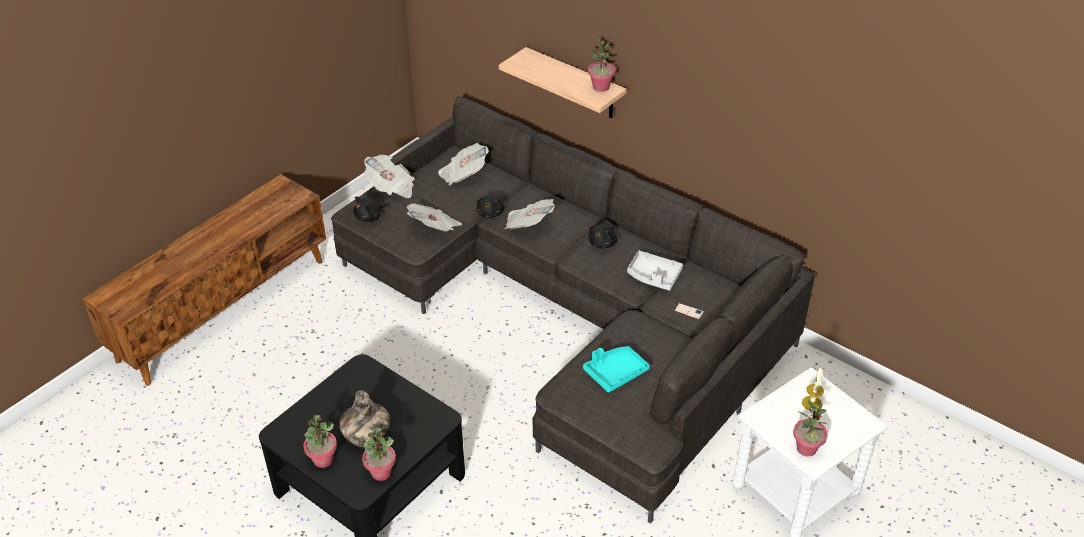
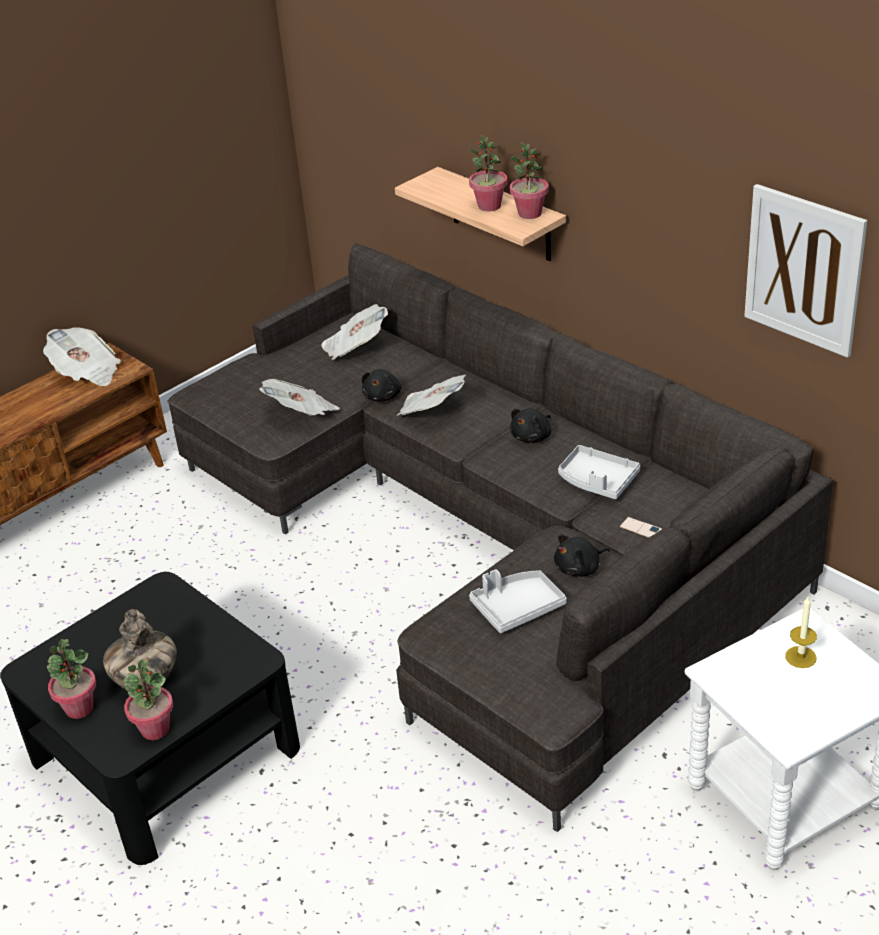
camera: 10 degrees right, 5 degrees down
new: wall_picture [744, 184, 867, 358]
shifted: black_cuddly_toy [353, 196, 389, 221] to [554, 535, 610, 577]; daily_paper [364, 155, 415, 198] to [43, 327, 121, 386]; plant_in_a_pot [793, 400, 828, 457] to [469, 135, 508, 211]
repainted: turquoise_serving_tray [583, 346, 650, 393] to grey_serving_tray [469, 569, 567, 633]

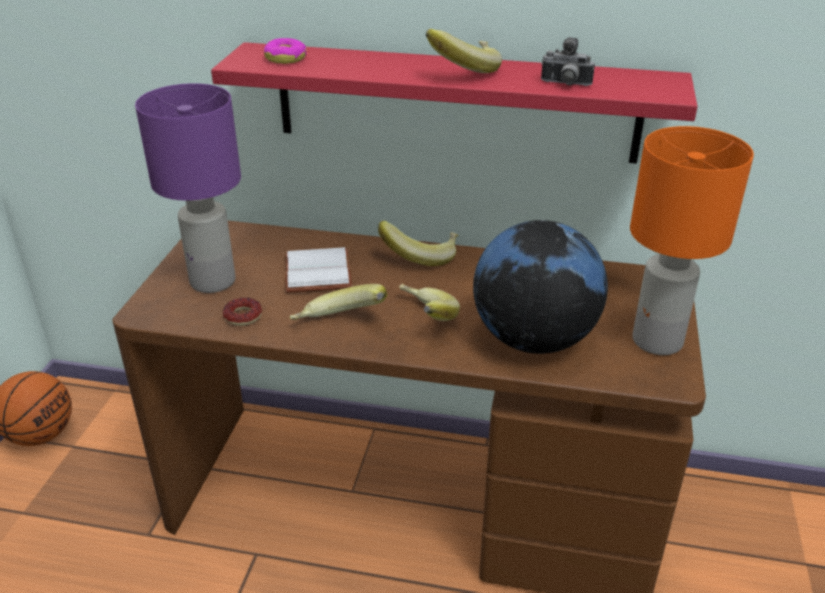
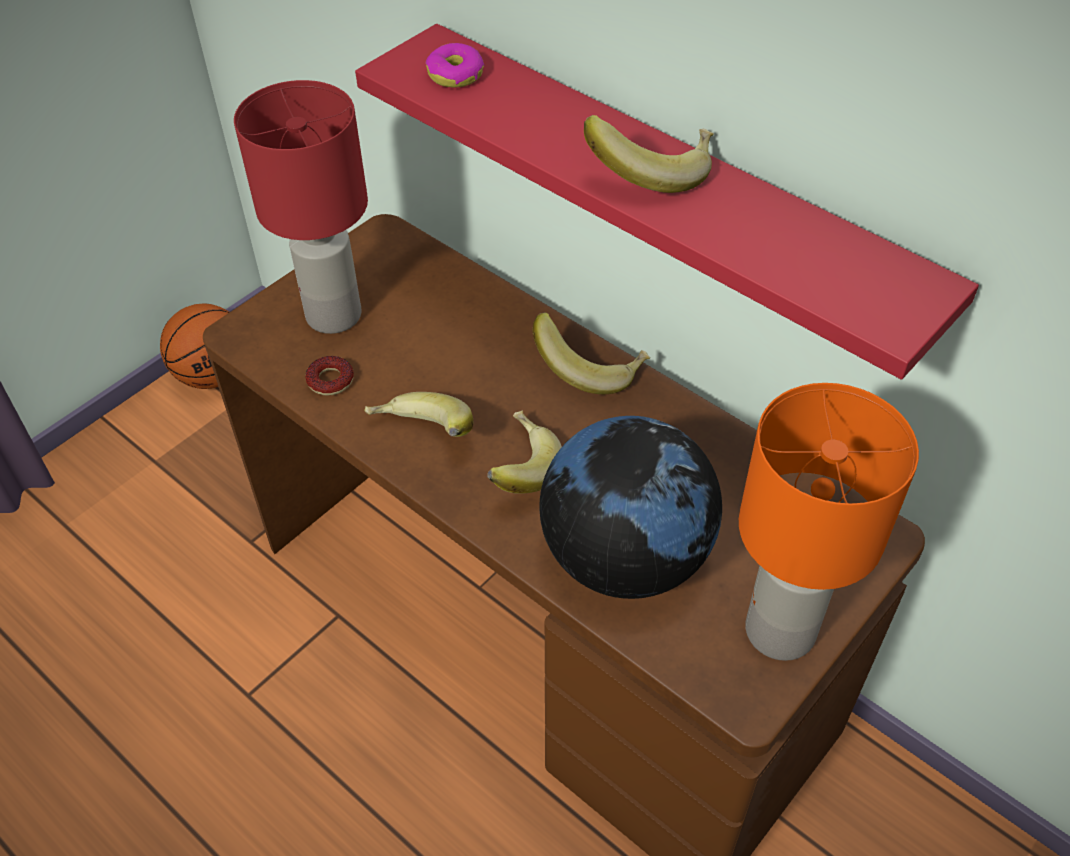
camera: 30 degrees right, 15 degrees up
gone: whitish_bound_book [286, 247, 352, 293]; still_camera [541, 37, 595, 86]
repainted: purplish_lamp_for_a_table [135, 83, 241, 293] to red-coloured_lamp_for_a_table [234, 80, 368, 334]

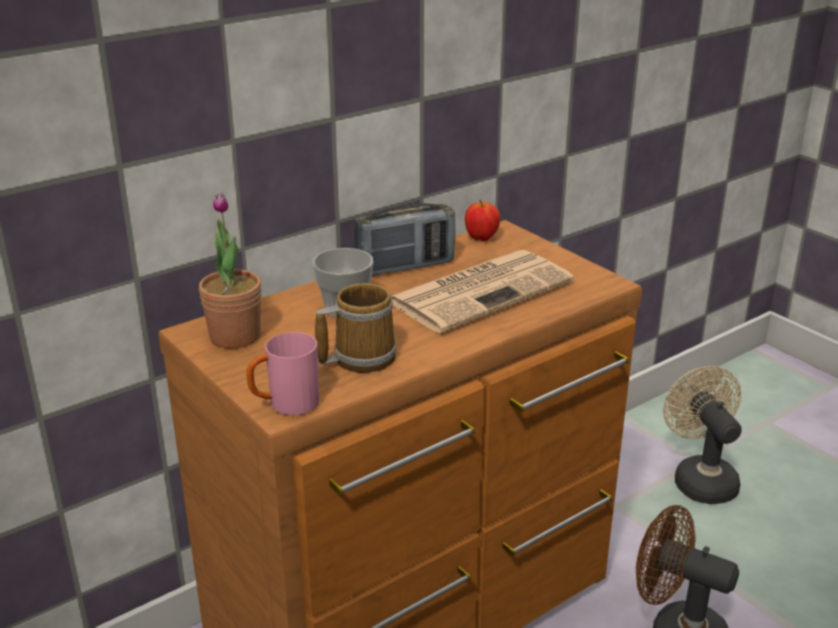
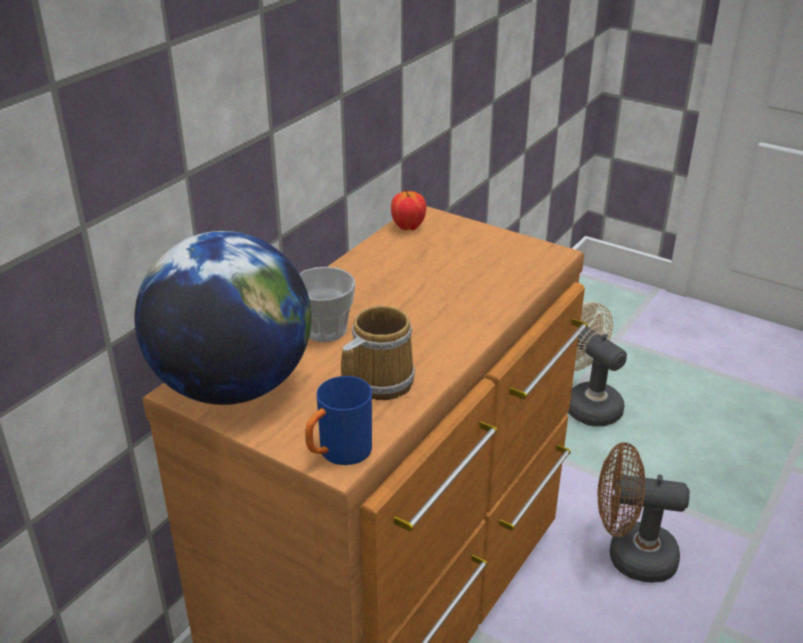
camera: 20 degrees left, 5 degrees up
gone: radio [354, 203, 455, 276]; daily_paper [391, 250, 574, 333]
swapped: plant_in_a_pot [199, 193, 262, 348] to desk_globe [134, 231, 311, 405]
repainted: pink_coffee_mug [246, 332, 320, 415] to blue_coffee_mug [305, 376, 372, 465]

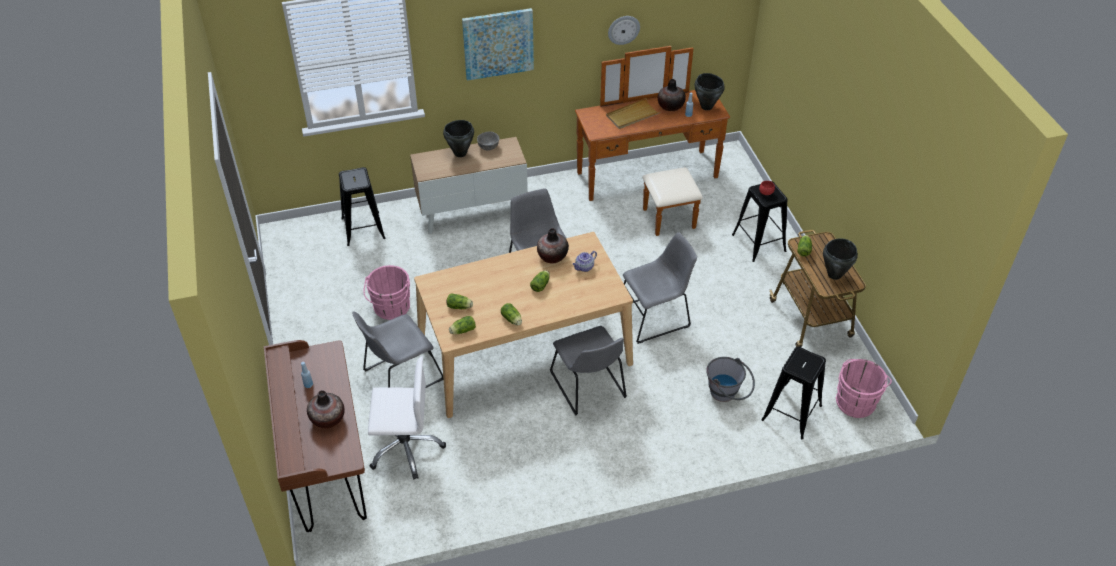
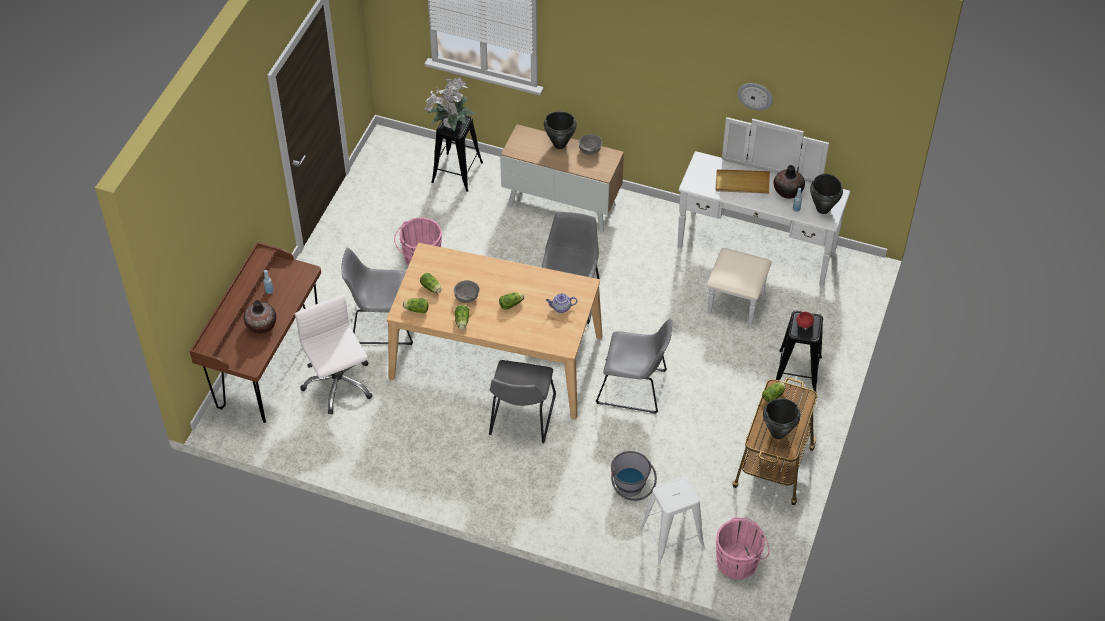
camera: 35 degrees right, 5 degrees up
gone: wall_picture [462, 8, 534, 81]; decorative_vase [537, 228, 569, 264]
new: plant_in_a_pot [424, 77, 477, 131]; grey_bowl [454, 280, 480, 303]
repainted: brown-coloured_dresser [575, 46, 730, 236] to whitish_dresser [677, 117, 850, 326]; black_stool [761, 347, 826, 439] to whitish_stool [639, 477, 705, 564]
rotated: whitish_desk_chair [368, 356, 446, 479] = [295, 294, 373, 414] 150 degrees counterclockwise

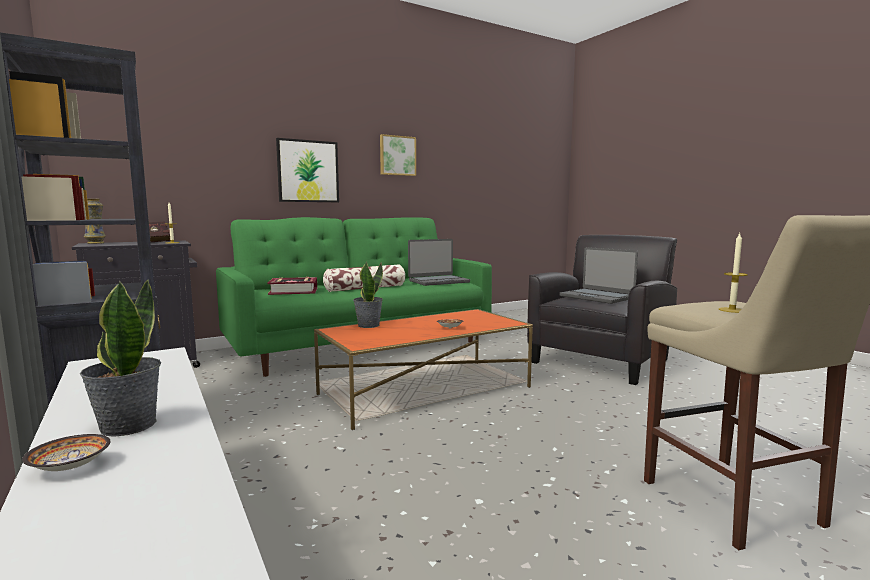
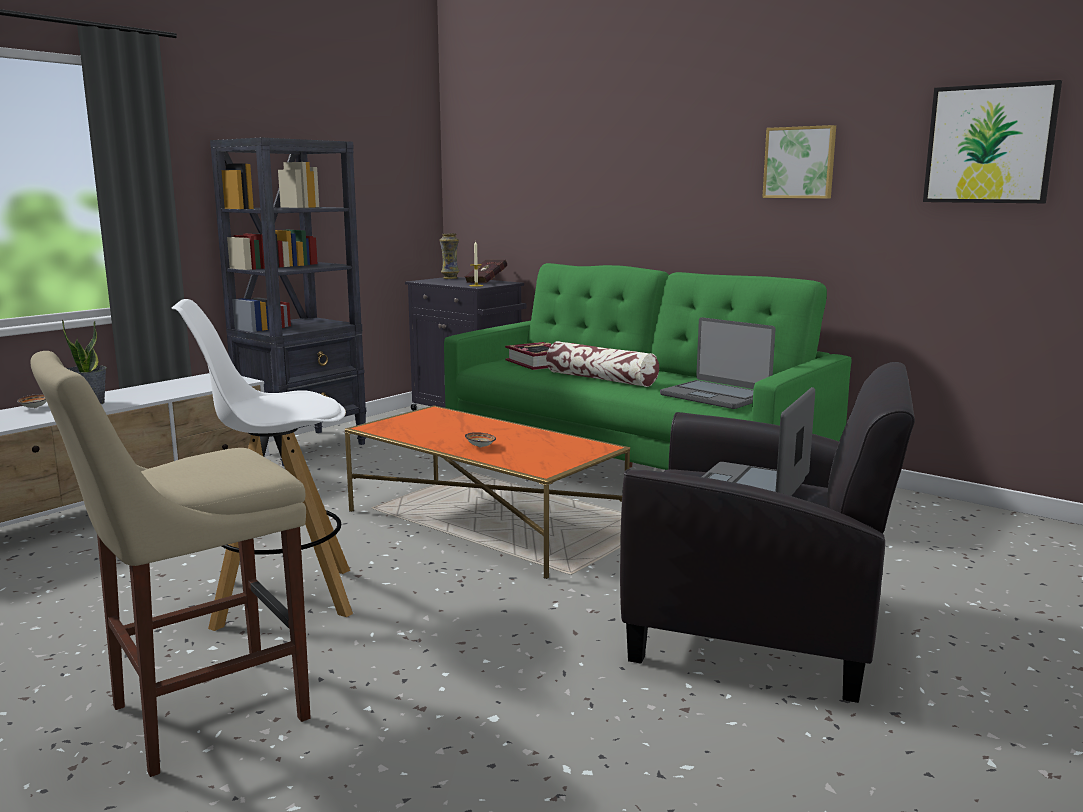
camera: 70 degrees right, 5 degrees up
gone: plant_in_a_pot [353, 262, 383, 328]; candle [719, 233, 748, 313]
new: whitish_stool [172, 299, 353, 631]
shifted: wall_picture [276, 138, 339, 202] to [923, 80, 1062, 203]

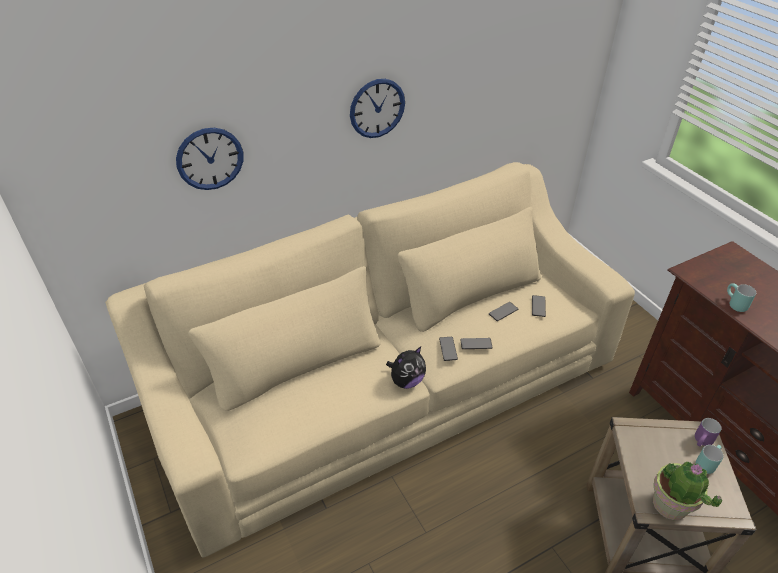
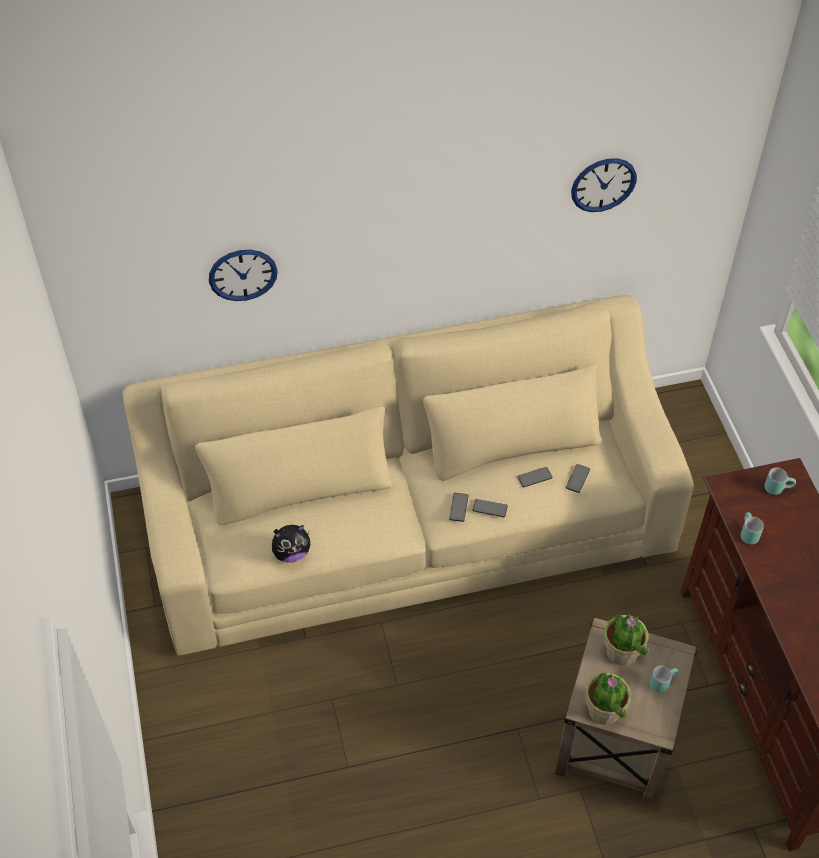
camera: 15 degrees right, 10 degrees up
gone: purplish_coffee_mug [695, 418, 721, 447]
new: plant_in_a_pot [603, 615, 649, 666]; turquoise_coffee_mug [765, 467, 796, 495]
shifted: wall_clock [350, 79, 405, 138] to [571, 158, 637, 212]; cuddly_toy [386, 347, 426, 389] to [272, 525, 310, 563]

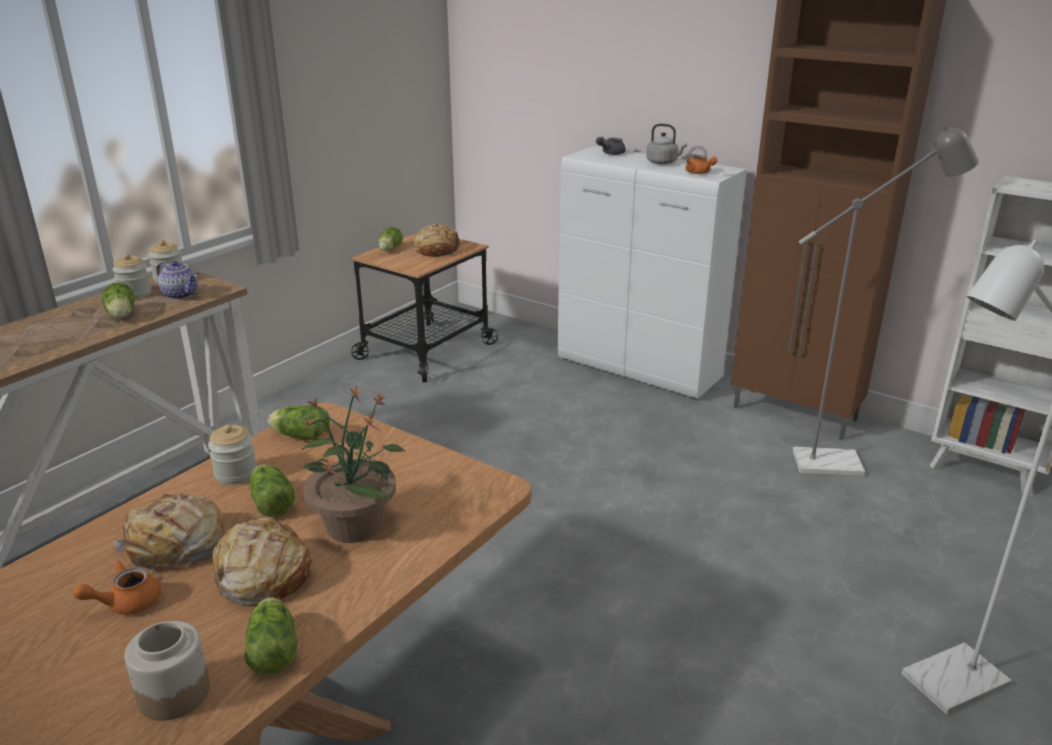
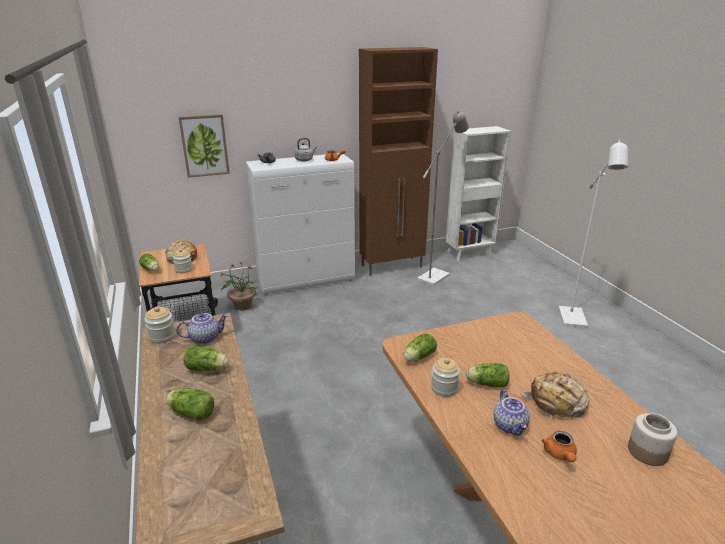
camera: 55 degrees left, 0 degrees up
new: wall_picture [178, 114, 230, 178]
shifted: storage_jar [112, 254, 151, 299] to [173, 249, 192, 273]; lettuce_head [244, 597, 297, 675] to [165, 388, 214, 421]; plant_in_a_pot [301, 386, 406, 543] to [220, 262, 257, 310]
swapped: bread [112, 493, 224, 572] to pot_for_tea [494, 390, 530, 436]

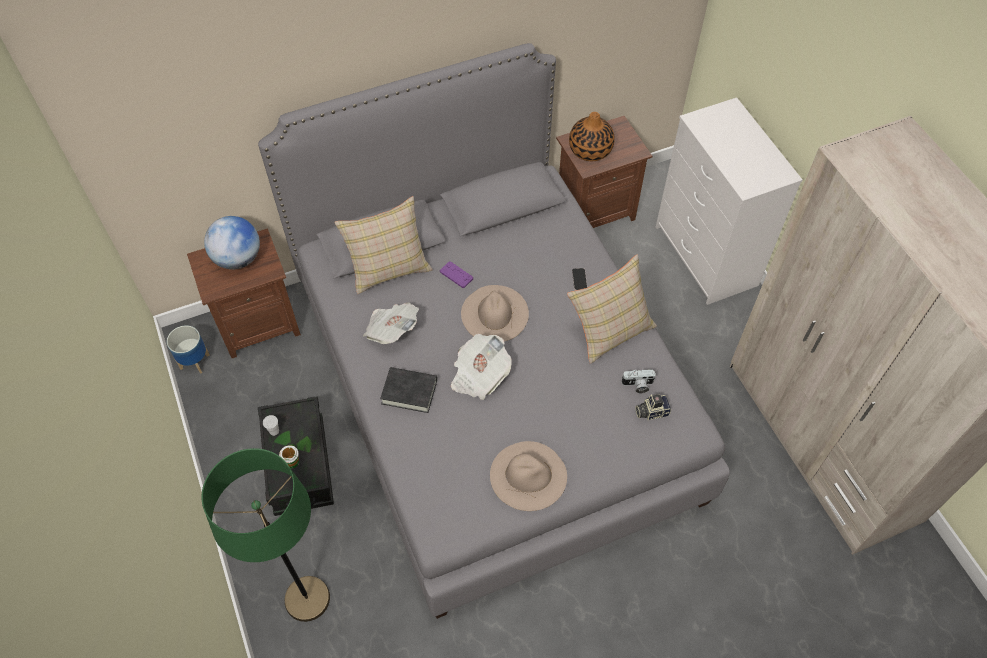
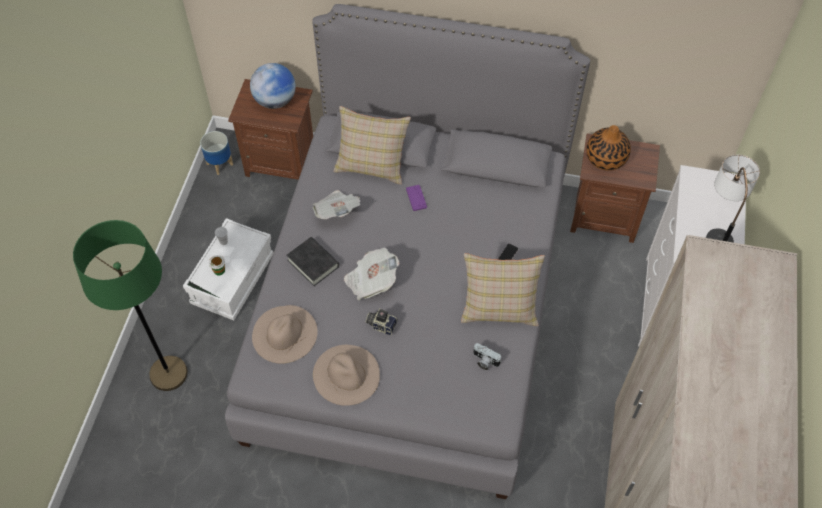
camera: 35 degrees right, 0 degrees up
new: lamp_for_a_table [706, 155, 760, 243]
shifted: beige-coloured_hat [461, 285, 529, 341] to [252, 305, 318, 364]; still_camera [635, 394, 671, 420] to [366, 308, 398, 335]
repainted: black_storage_container [258, 396, 334, 516] to whitish_storage_container [183, 218, 273, 320]

